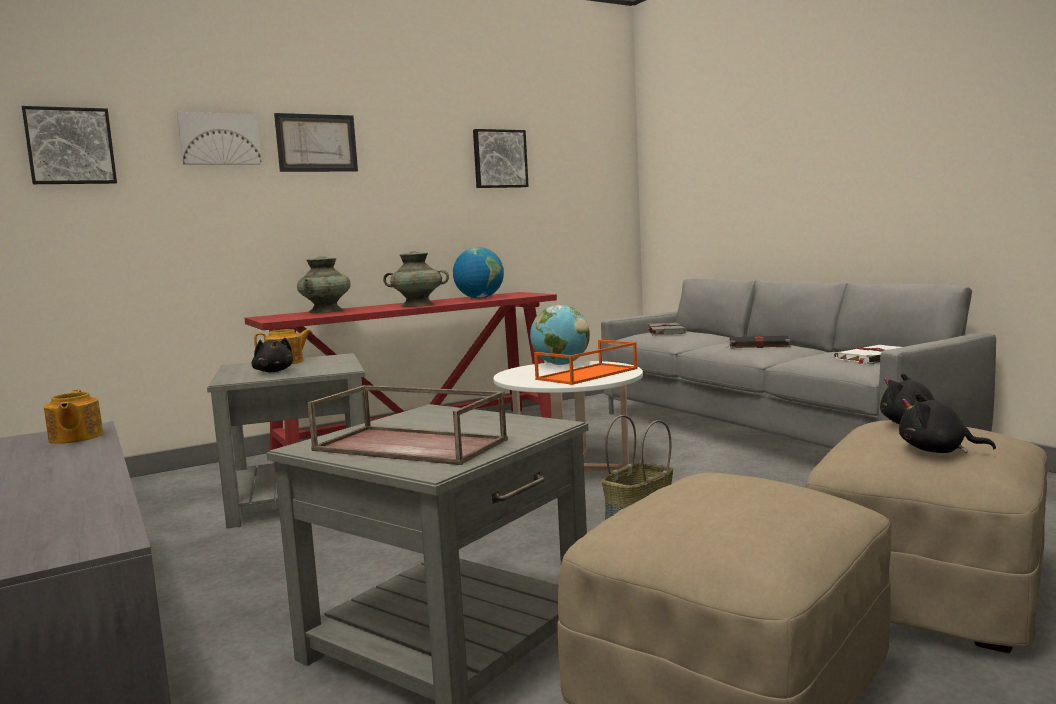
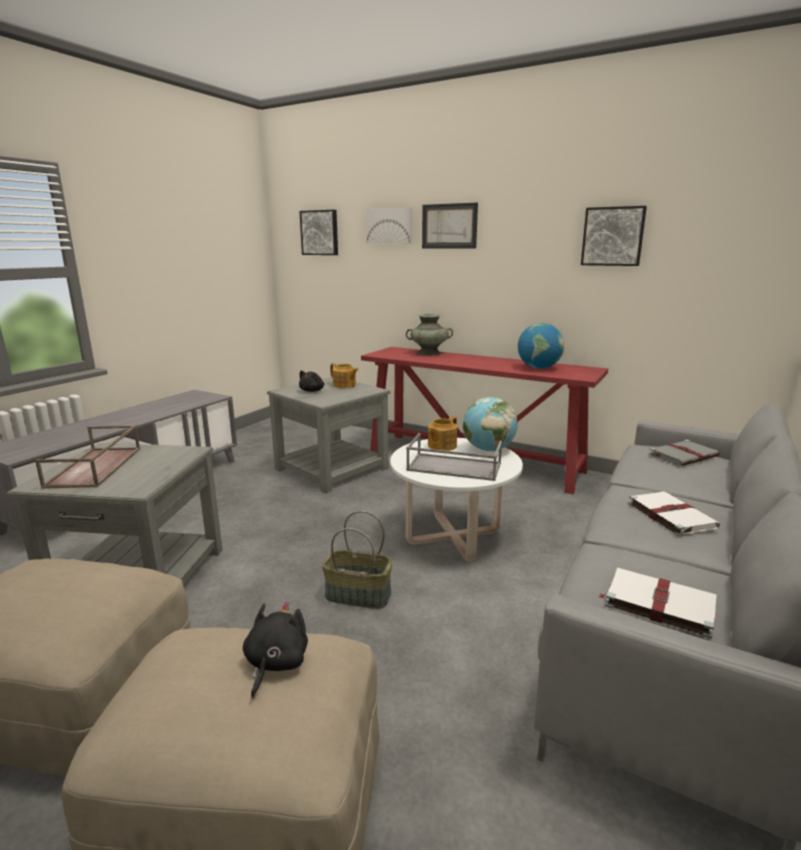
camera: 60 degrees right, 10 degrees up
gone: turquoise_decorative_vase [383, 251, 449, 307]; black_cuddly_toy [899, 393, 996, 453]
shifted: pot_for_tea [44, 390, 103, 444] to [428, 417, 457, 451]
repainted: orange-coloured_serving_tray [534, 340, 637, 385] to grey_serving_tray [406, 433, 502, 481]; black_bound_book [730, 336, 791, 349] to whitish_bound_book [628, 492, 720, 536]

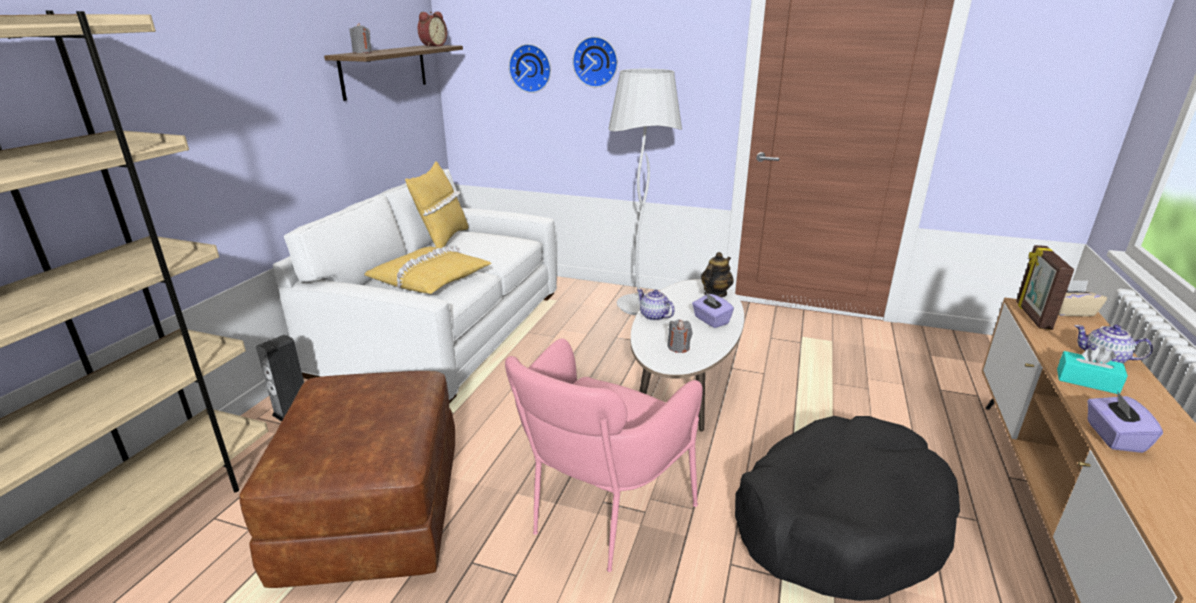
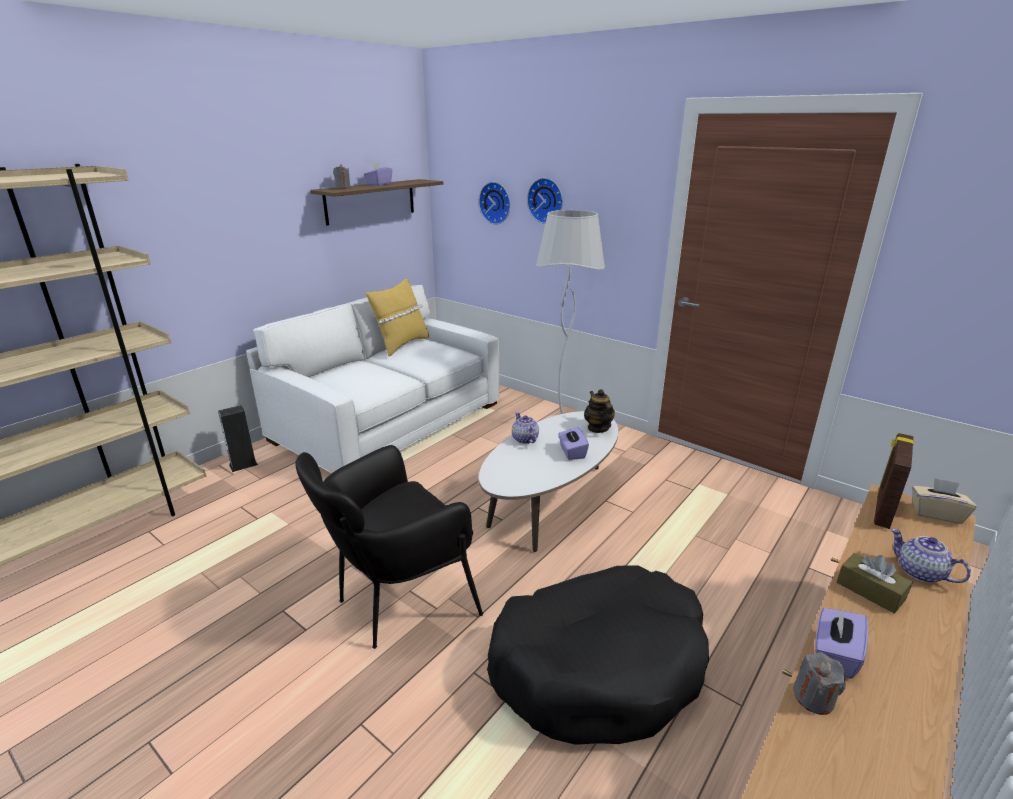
camera: 20 degrees right, 0 degrees up
gone: brown-coloured_pouffe [239, 371, 455, 588]; yellowish_cushion [364, 245, 492, 294]; alarm_clock [418, 12, 447, 47]
new: purplish_tissue_holder [364, 162, 392, 186]
shifted: grey_candle [667, 319, 692, 353] to [793, 652, 846, 715]
repainted: pink_easy_chair [505, 338, 703, 572] to black_easy_chair [295, 445, 483, 649]; turquoise_tissue_holder [1057, 345, 1128, 394] to brown-coloured_tissue_holder [837, 553, 913, 613]
rotated: pot_for_tea [701, 252, 734, 297] = [584, 389, 615, 433] 75 degrees counterclockwise

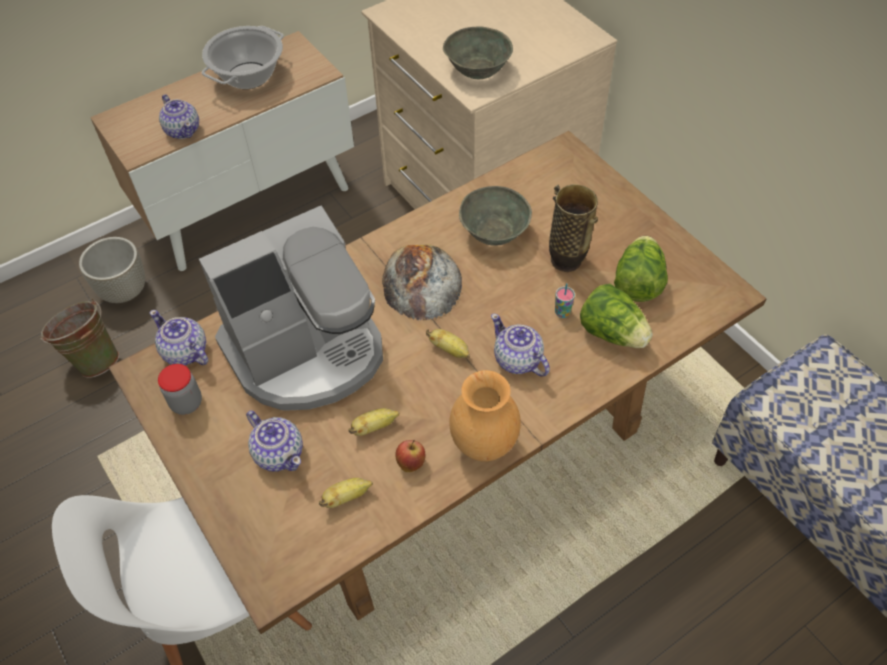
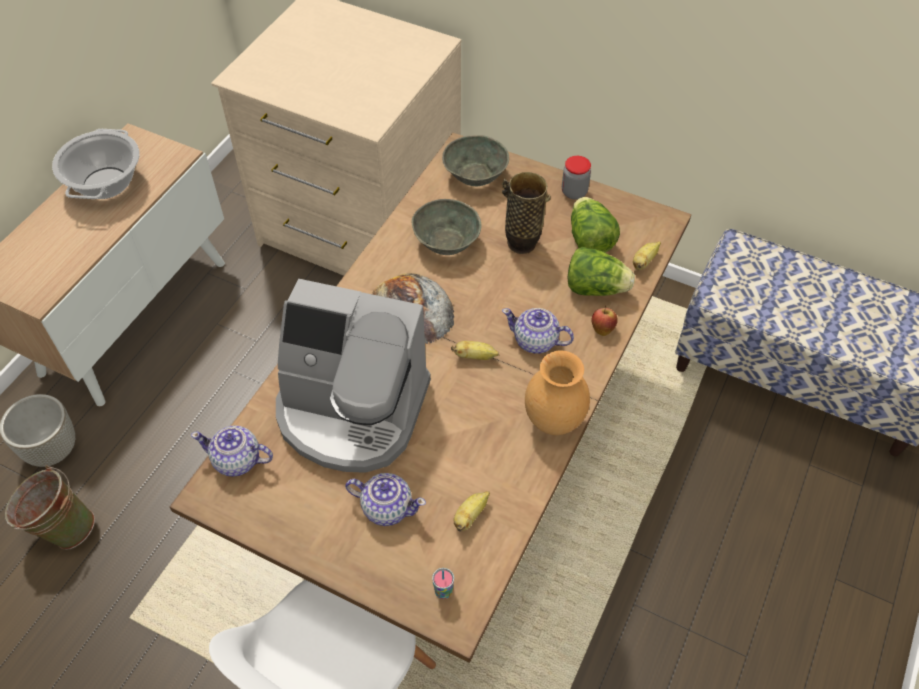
camera: 30 degrees left, 0 degrees up
gone: pot_for_tea [159, 94, 199, 139]
shifted: storage_jar [158, 364, 202, 415] to [562, 156, 591, 199]; banana_fruit [349, 408, 400, 436] to [633, 241, 661, 270]; apple_fruit [395, 440, 426, 472] to [592, 305, 618, 336]; grey_bowl [443, 26, 513, 79] to [442, 135, 509, 186]; small_cup [555, 283, 575, 318] to [432, 568, 454, 599]
rotated: coffee_maker [199, 205, 383, 411] = [276, 279, 431, 473] 75 degrees clockwise

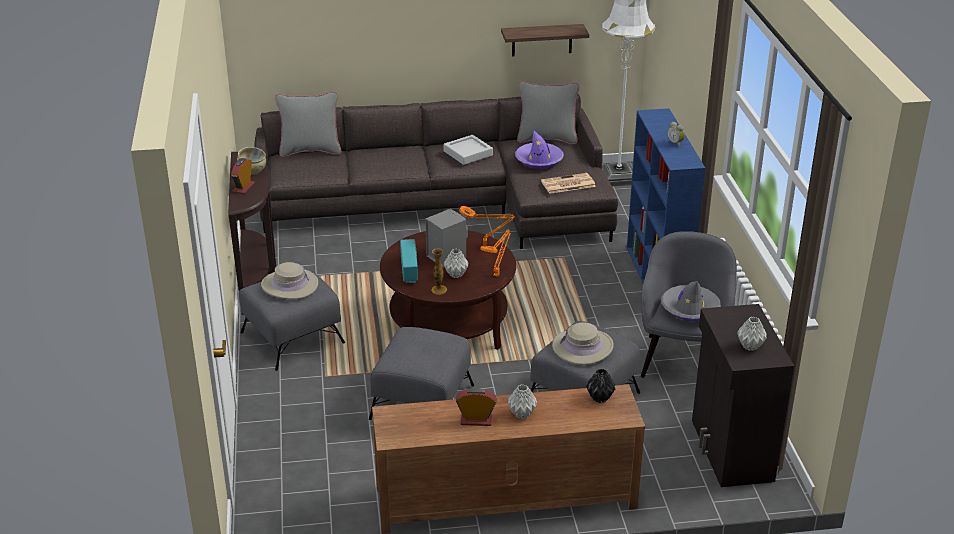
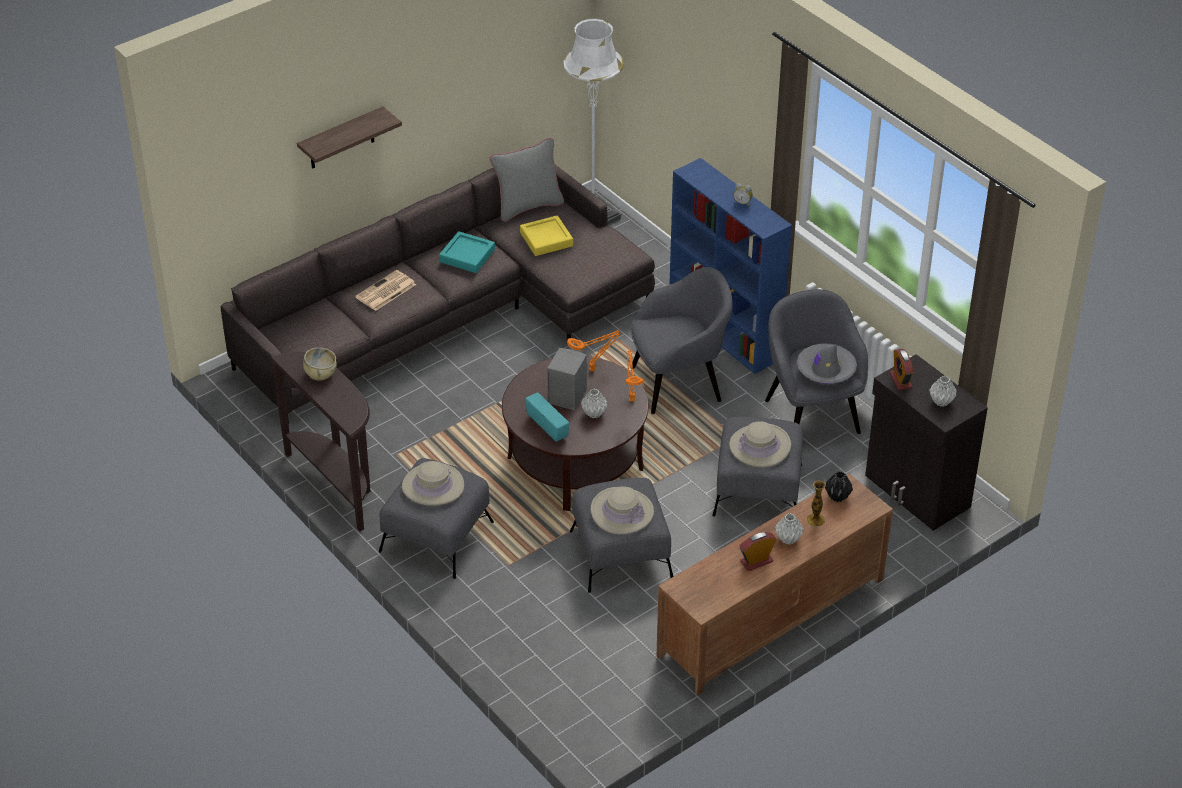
camera: 30 degrees left, 10 degrees up
gone: grey_cushion [275, 92, 341, 157]
new: beige-coloured_hat [591, 486, 654, 535]; grey_easy_chair [630, 267, 733, 414]
shifted: alarm_clock [231, 158, 255, 194] to [890, 349, 913, 390]; decorative_vase [431, 249, 447, 295] to [807, 480, 826, 527]; bracket_shelf [501, 24, 589, 56] to [297, 106, 402, 169]; daily_paper [541, 173, 596, 194] to [355, 270, 416, 311]
swapped: purplish_hat [515, 130, 564, 169] to yellowish_serving_tray [520, 215, 573, 256]
repainted: grey_serving_tray [444, 135, 493, 165] to turquoise_serving_tray [439, 231, 495, 273]

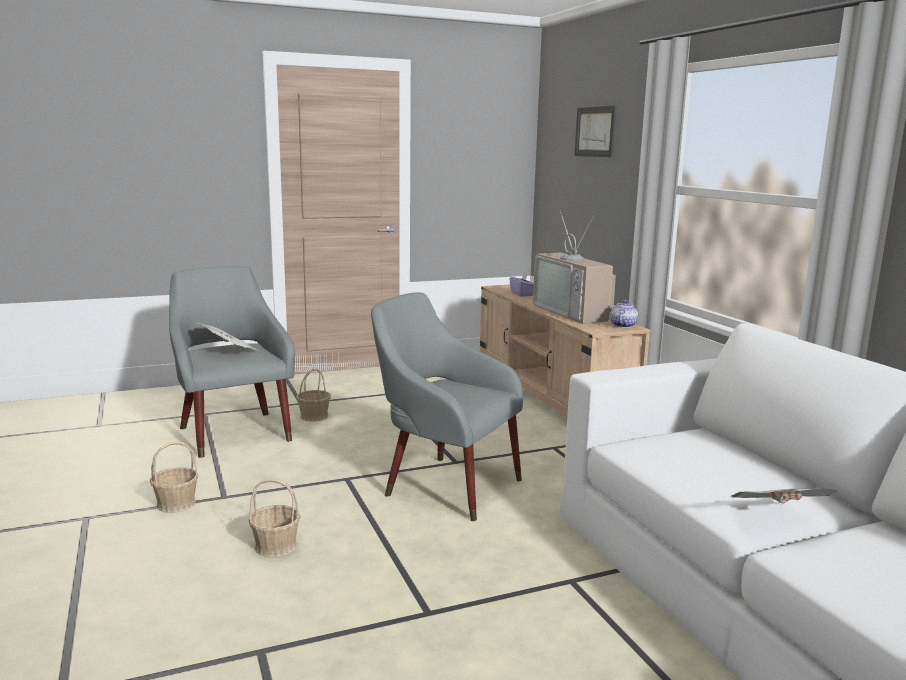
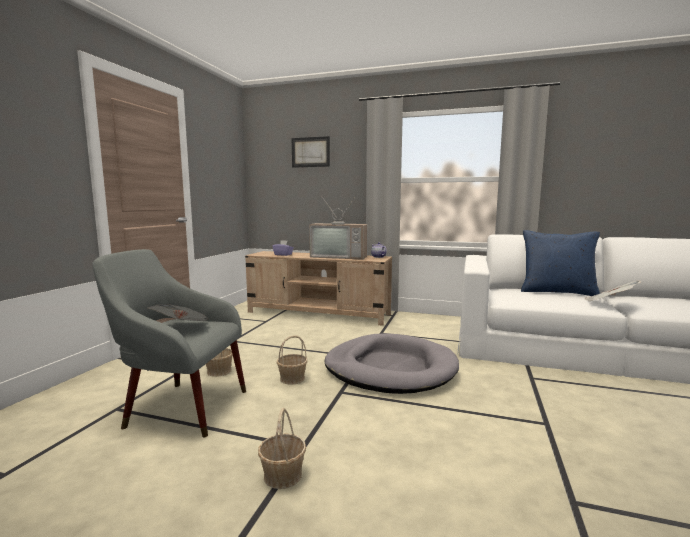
camera: 50 degrees left, 5 degrees down
new: blue_cushion [521, 230, 600, 296]
shifted: household_basket [248, 478, 301, 557] to [277, 335, 307, 385]
swapped: grey_easy_chair [371, 292, 523, 521] to grey_dog_bed [324, 333, 459, 394]

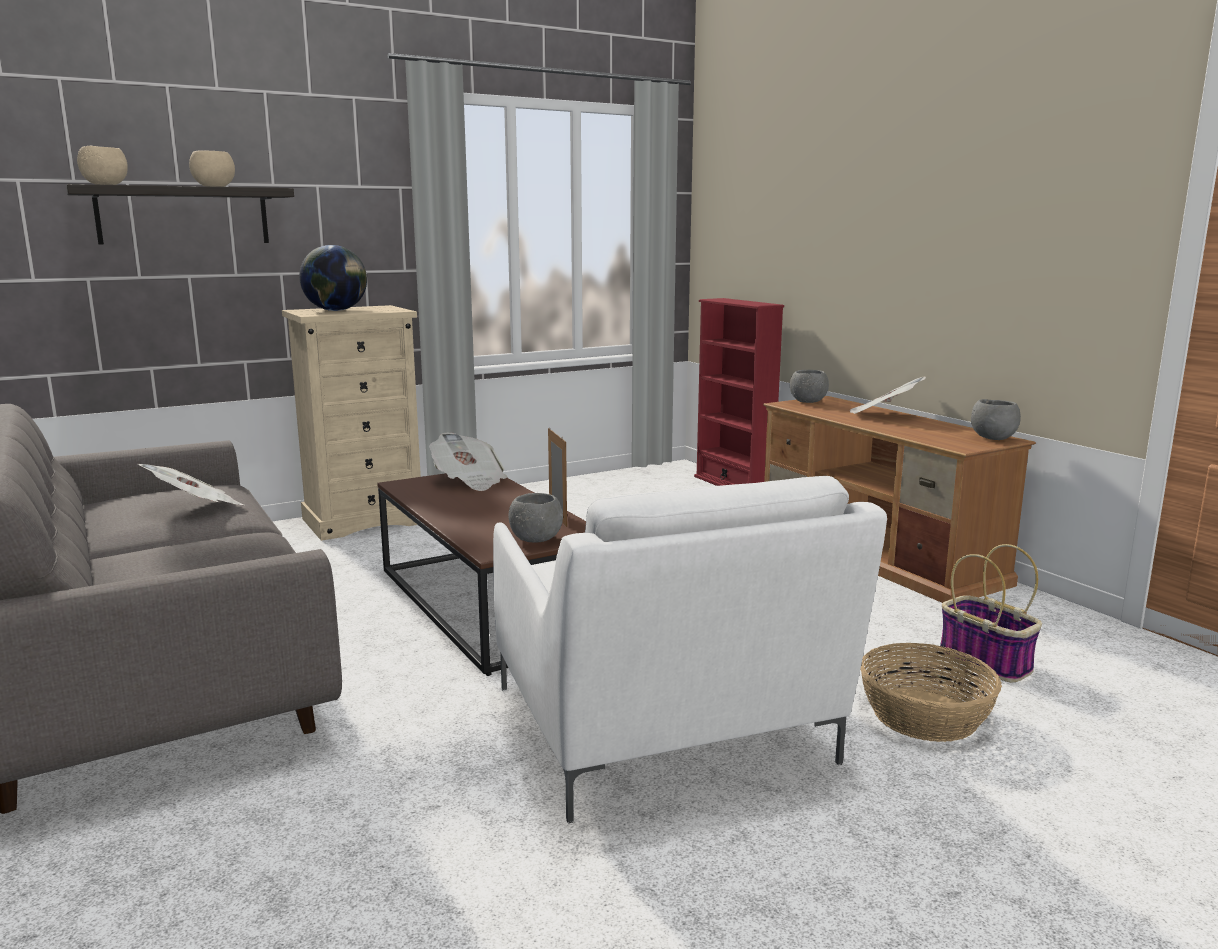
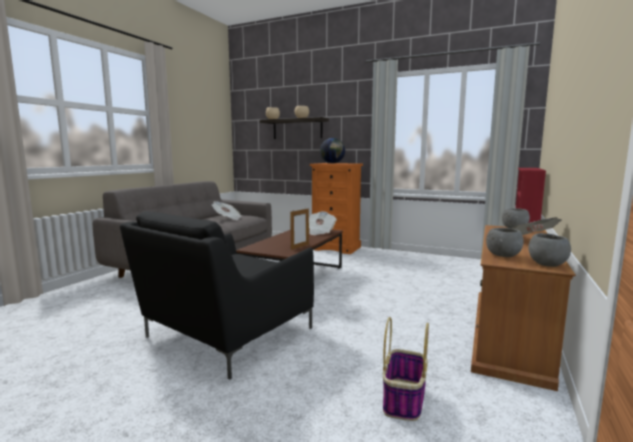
camera: 55 degrees right, 5 degrees down
gone: household_basket [860, 643, 1002, 742]
shifted: grey_bowl [508, 493, 563, 542] to [486, 228, 524, 257]
repainted: beige-coloured_dresser [282, 305, 421, 541] to orange-coloured_dresser [310, 163, 363, 254]; whitish_easy_chair [493, 476, 887, 823] to black_easy_chair [120, 211, 314, 380]

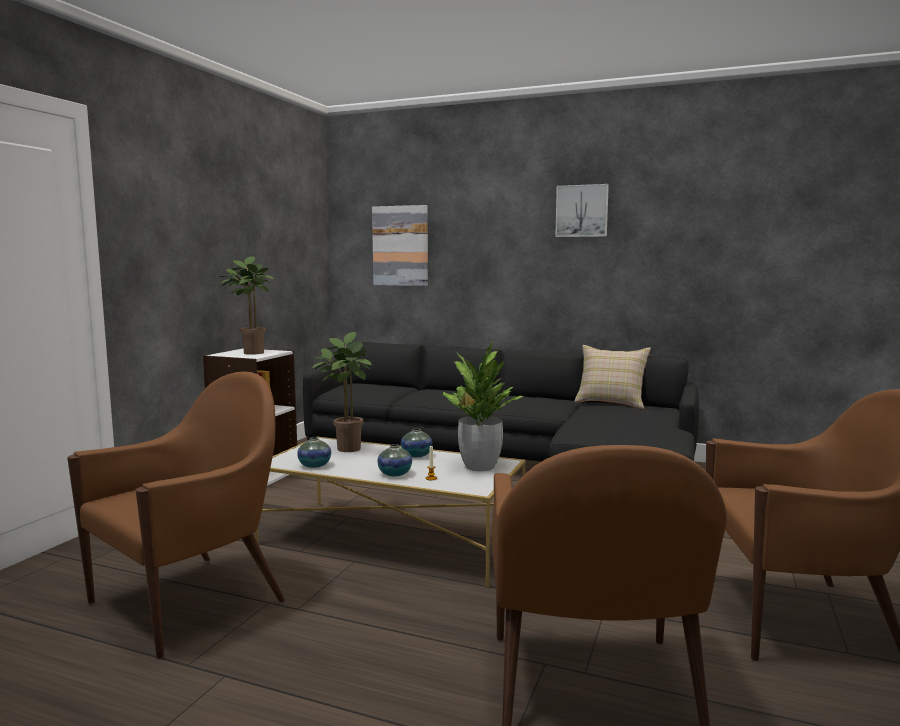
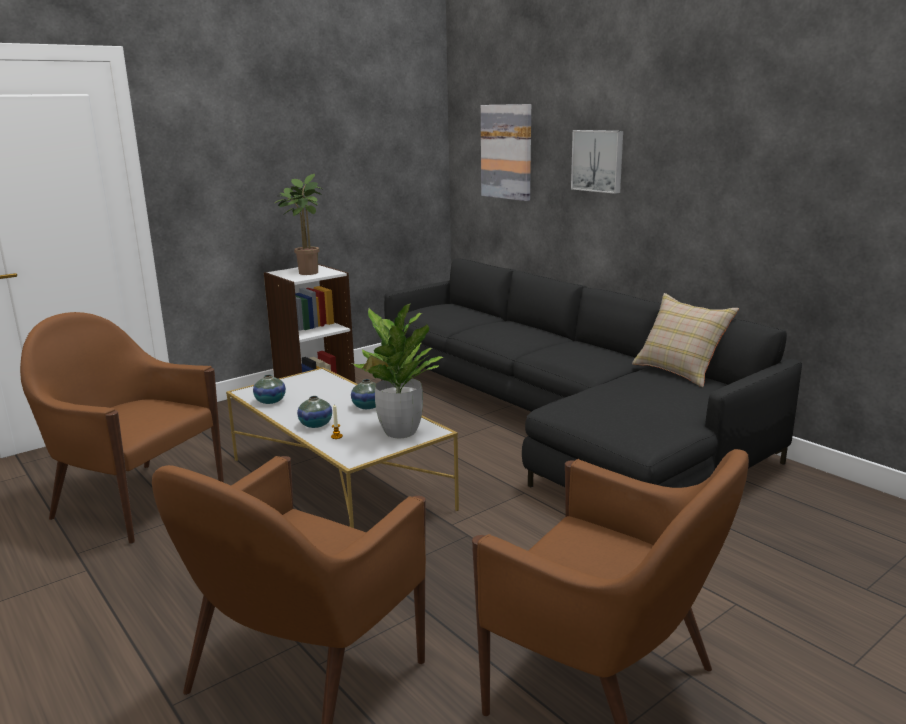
camera: 30 degrees right, 10 degrees up
gone: plant_in_a_pot [311, 332, 372, 452]
shifted: wall_picture [555, 184, 609, 237] to [571, 130, 623, 194]
rotated: brown-coloured_easy_chair [67, 372, 285, 659] = [20, 312, 224, 544] 135 degrees counterclockwise

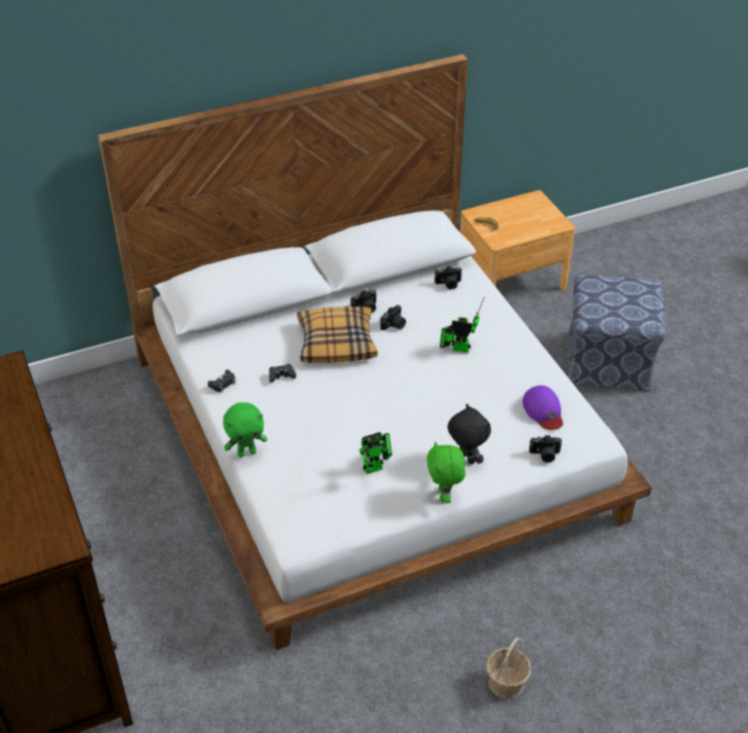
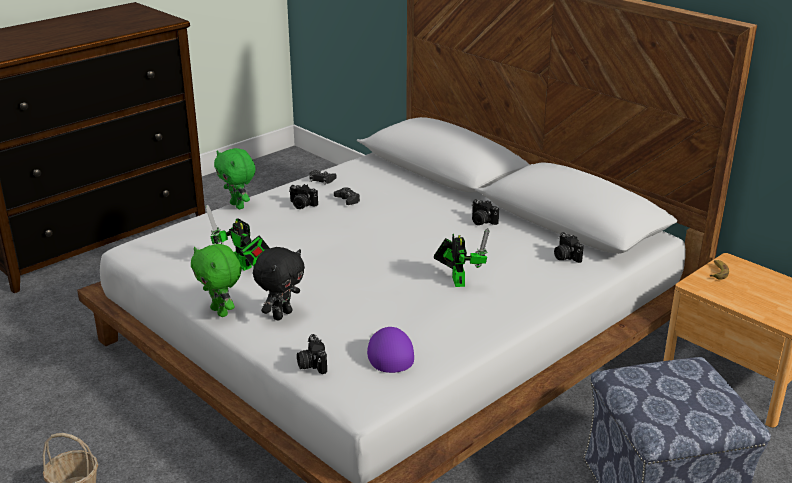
camera: 70 degrees right, 15 degrees down
gone: cushion [297, 306, 378, 363]
shifted: still_camera [380, 305, 406, 331] to [289, 184, 318, 209]
rotated: green-coloured_cuddly_toy [427, 441, 466, 503] = [191, 244, 242, 317] 105 degrees counterclockwise; purplish_peaked_cap [523, 385, 563, 430] = [367, 327, 414, 373] 120 degrees clockwise

